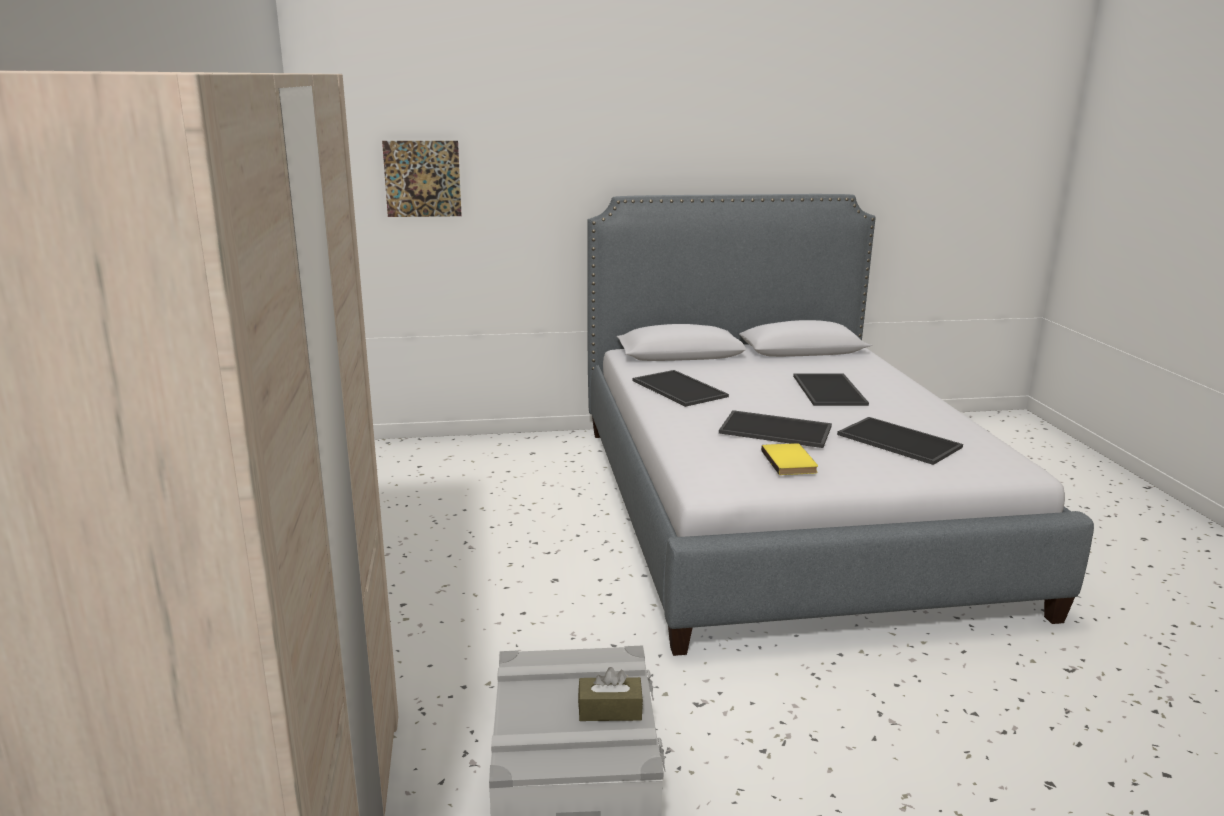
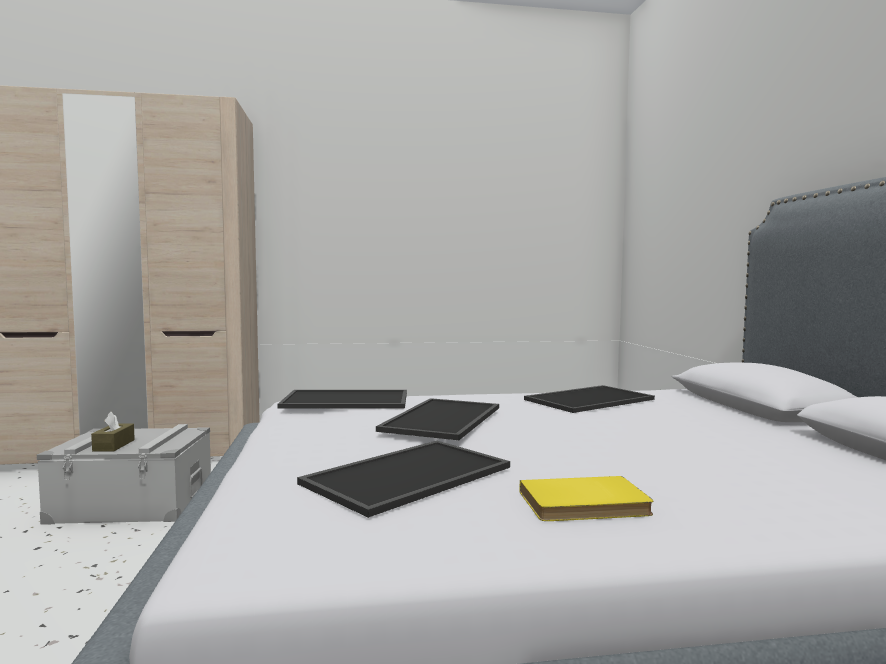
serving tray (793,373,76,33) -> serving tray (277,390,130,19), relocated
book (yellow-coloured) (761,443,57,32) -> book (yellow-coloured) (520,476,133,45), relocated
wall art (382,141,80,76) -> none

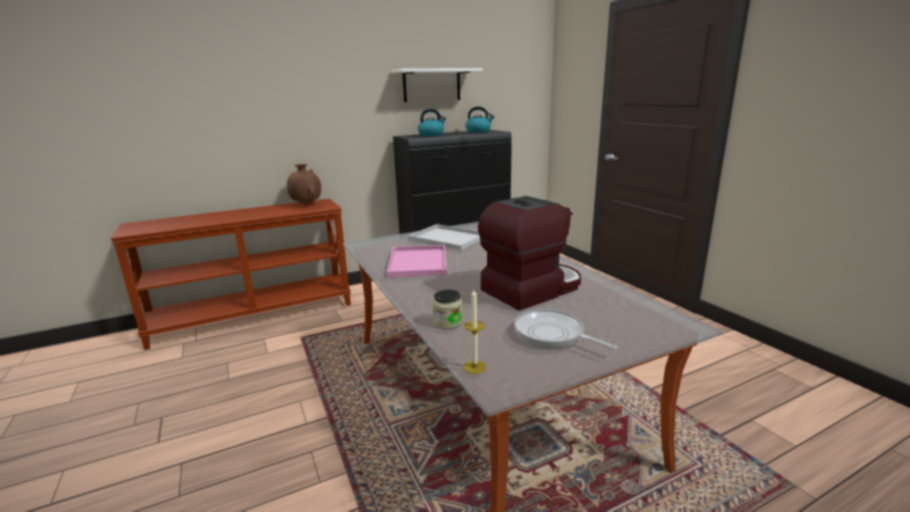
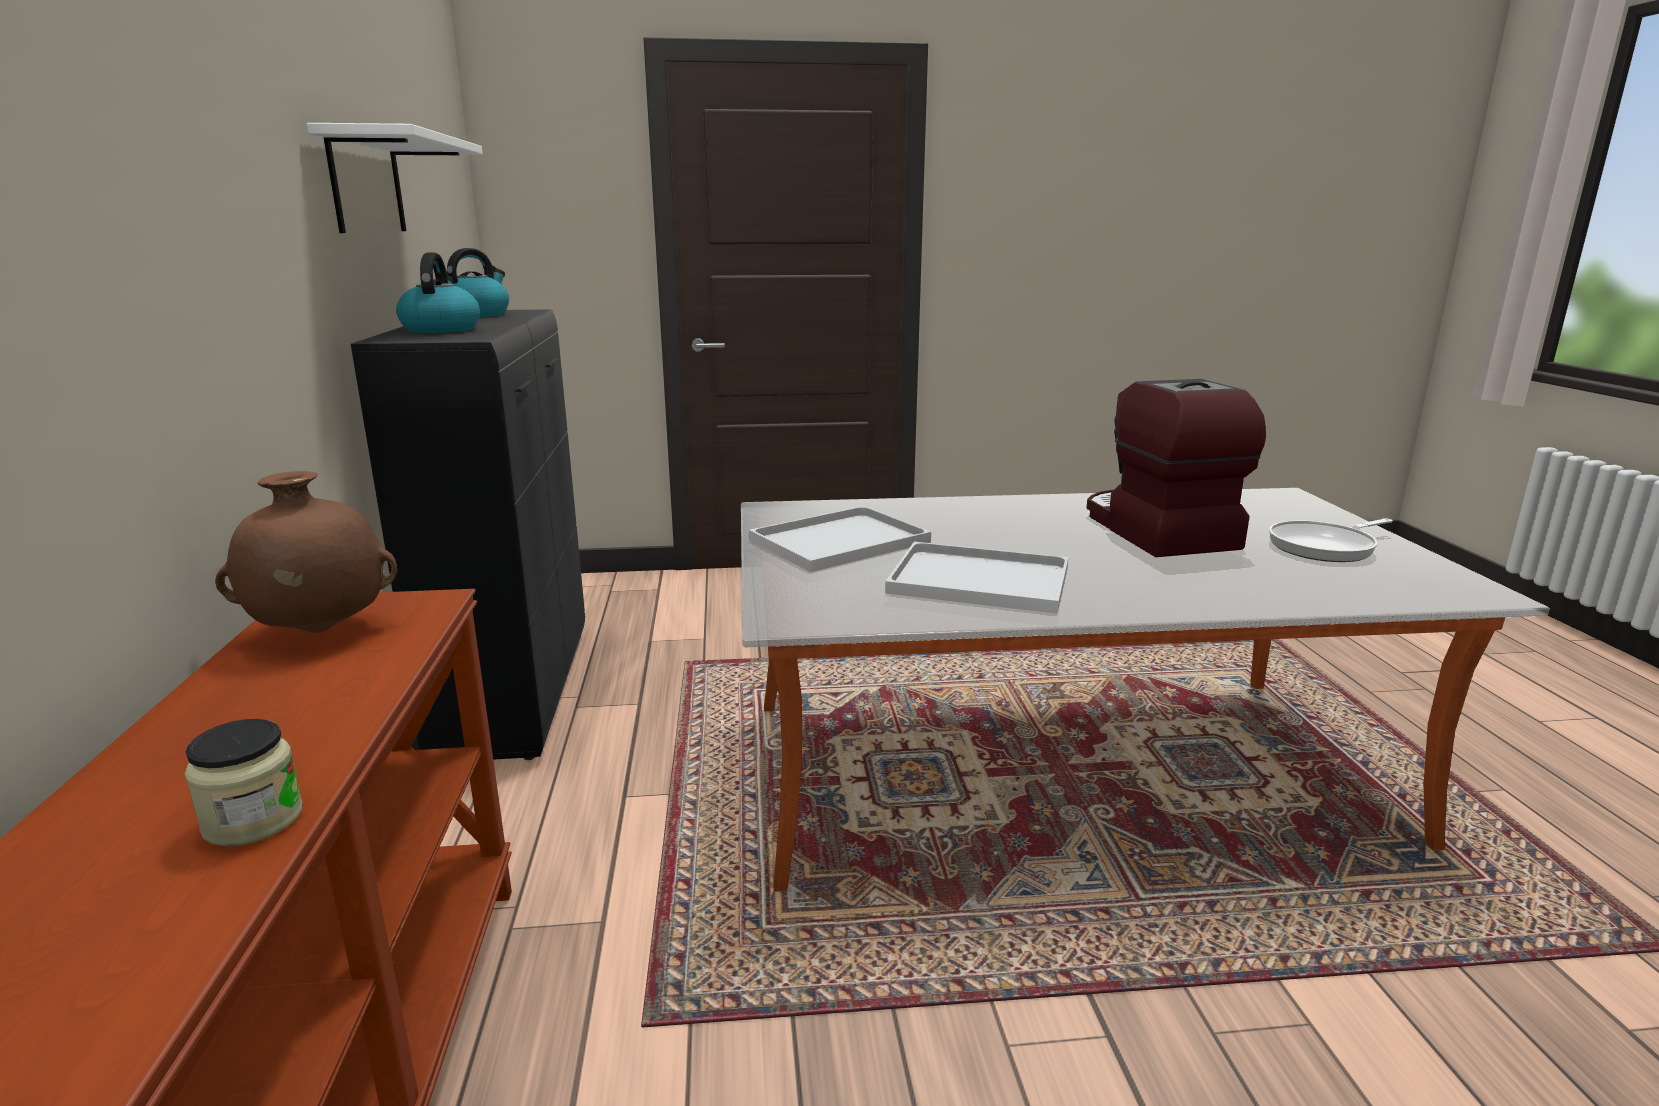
storage jar (433,289,30,40) -> storage jar (185,719,118,127), relocated
serving tray (pink) (387,245,60,32) -> serving tray (whitish) (885,542,184,72)
candle (464,290,22,84) -> none

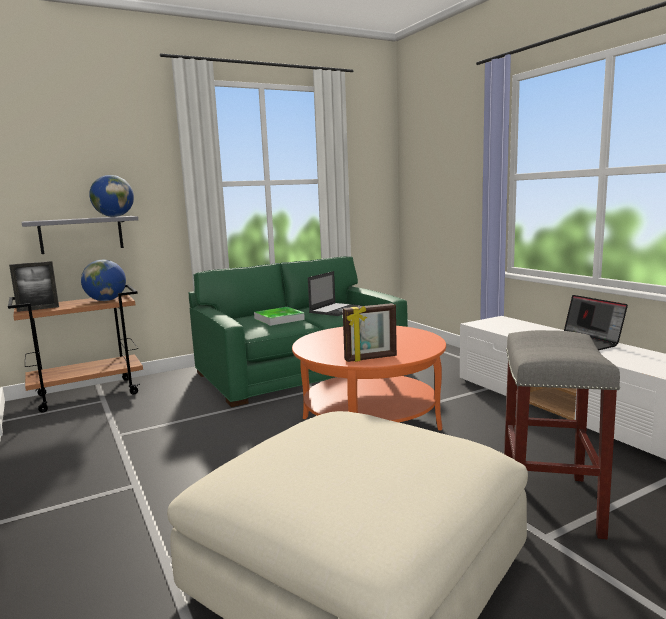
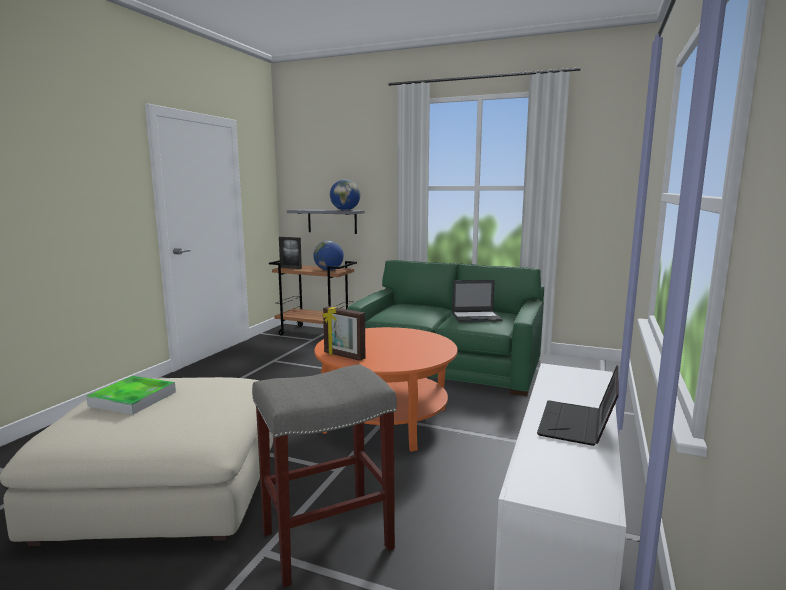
serving tray (254,307,51,19) -> serving tray (86,376,90,39), relocated

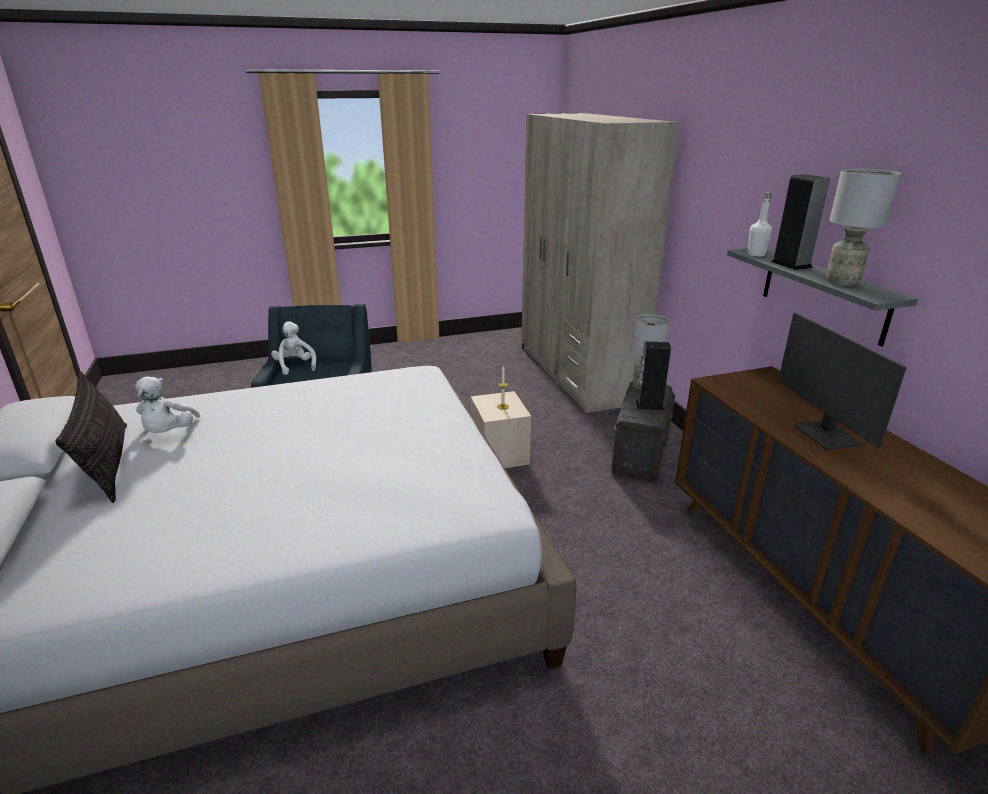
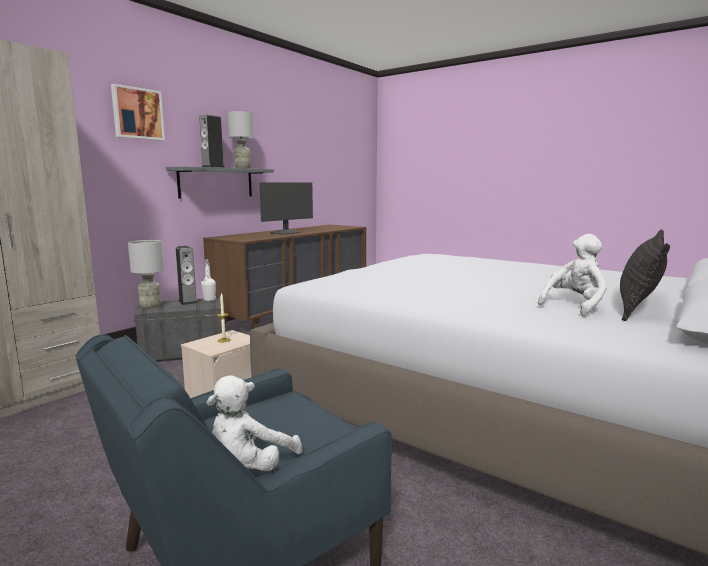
none -> wall art (111,84,54,57)
drink bottle (whitish) (748,192,25,65) -> drink bottle (whitish) (201,259,15,42), relocated

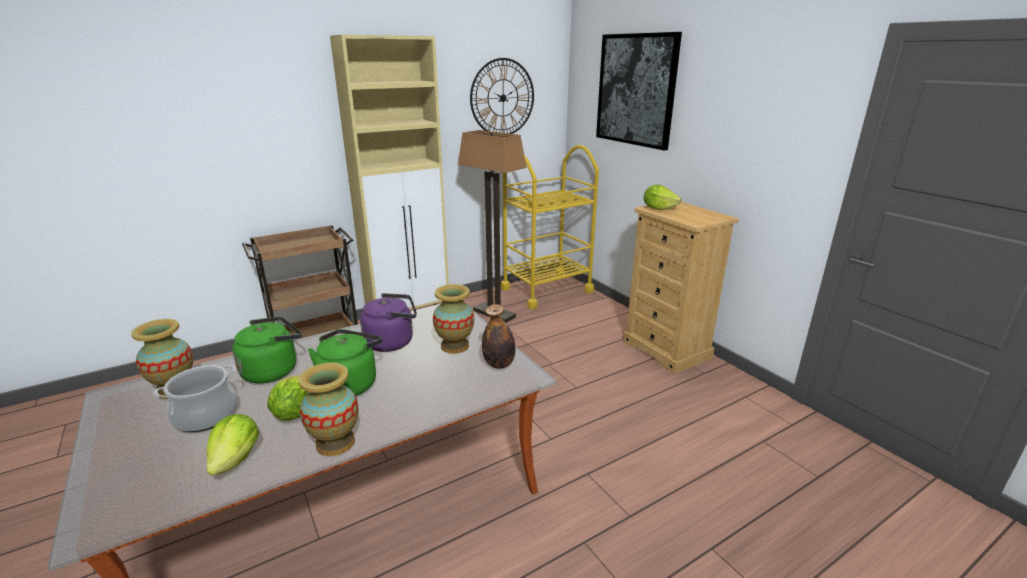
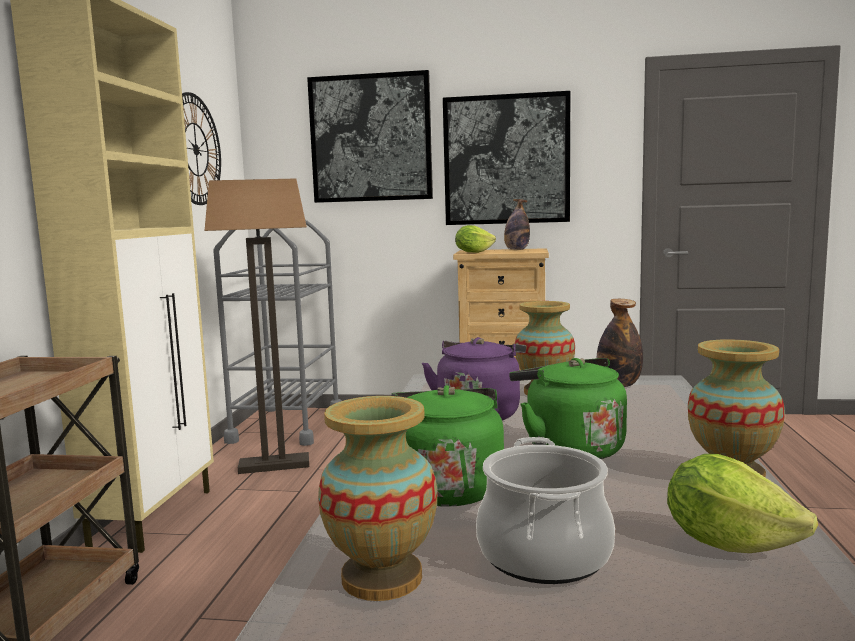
cart (yellow-coloured) (501,145,98,164) -> cart (greyish) (213,220,129,226)
none -> wall art (443,91,127,134)
none -> drink bottle (504,199,26,51)
lettuce (268,375,41,46) -> none

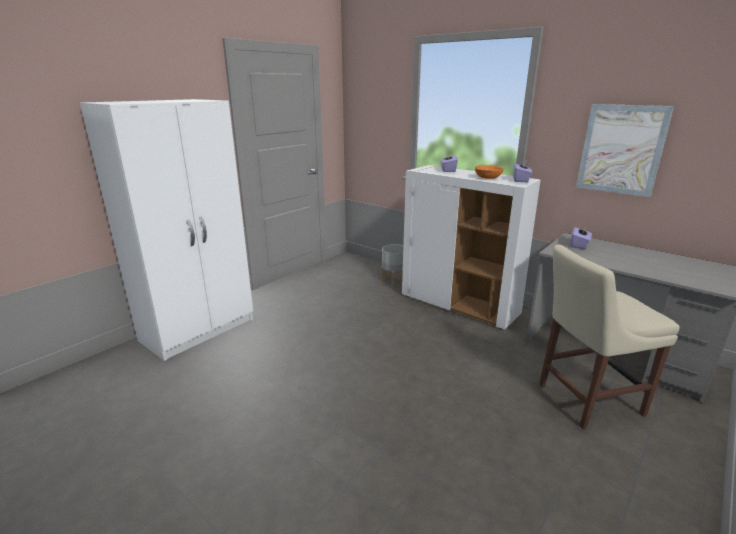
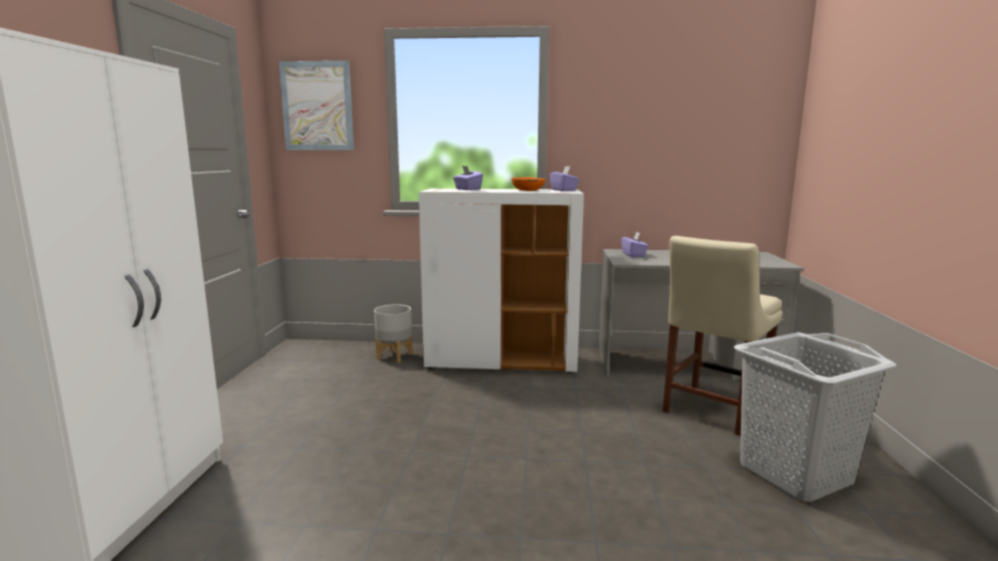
wall art (576,104,98,93) -> wall art (279,61,75,89), relocated
none -> hamper (greyish) (734,332,163,170)

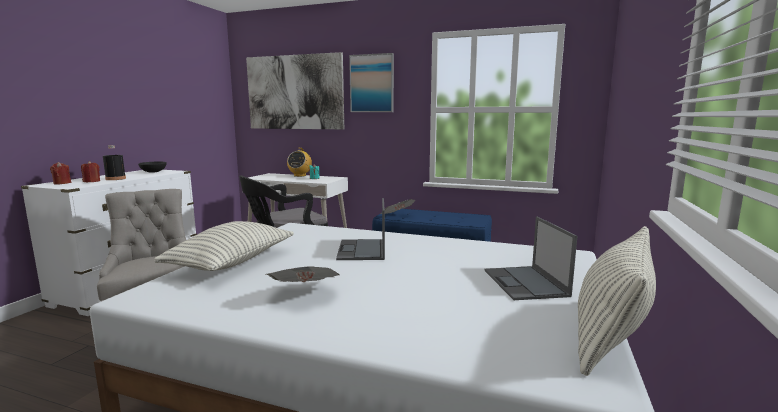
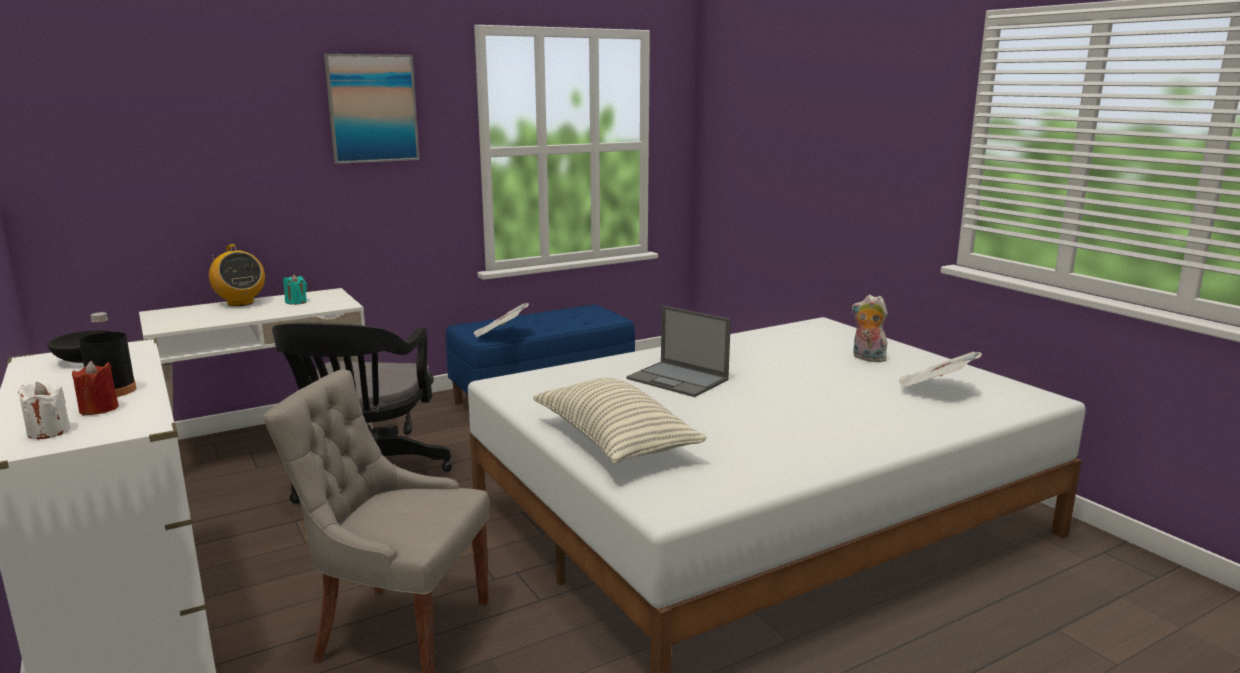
candle (red) (50,162,21,22) -> candle (whitish) (18,382,52,57)
notebook computer (485,216,92,84) -> soft toy (852,295,36,67)
printed paper (266,266,74,16) -> printed paper (899,352,83,36), relocated
wall art (246,52,98,77) -> none
pillow (578,226,78,150) -> none

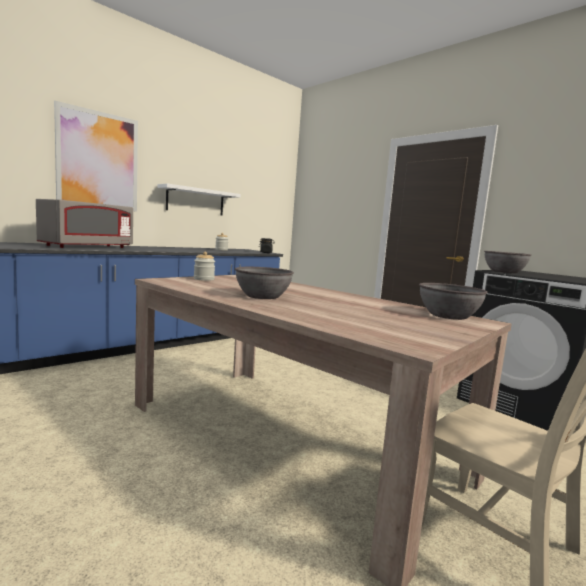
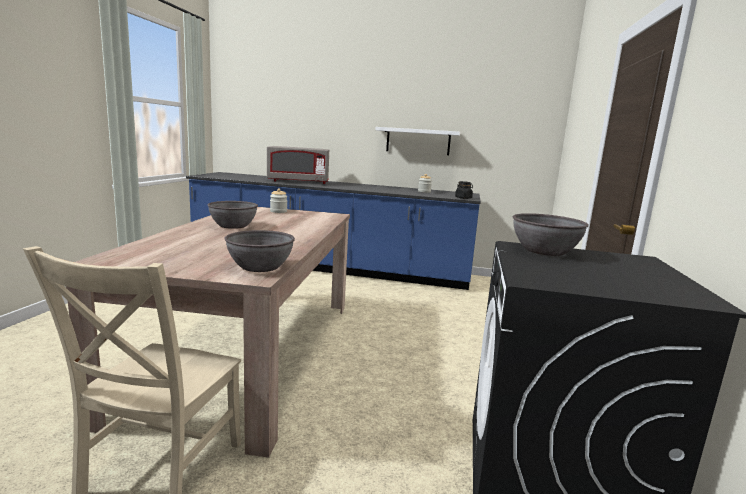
wall art (54,101,84,111) -> none

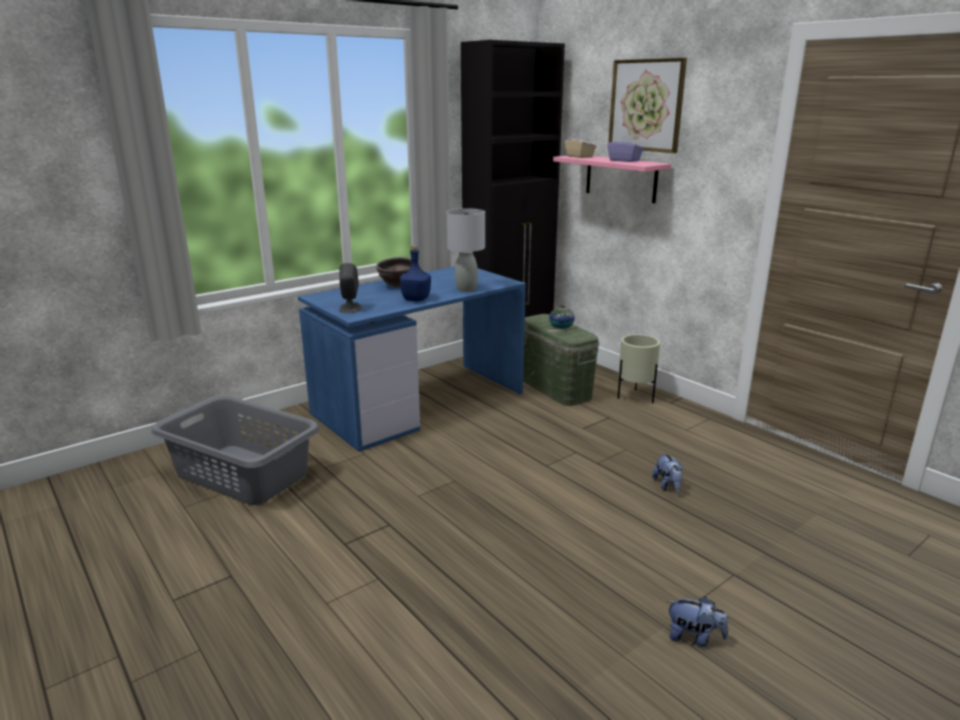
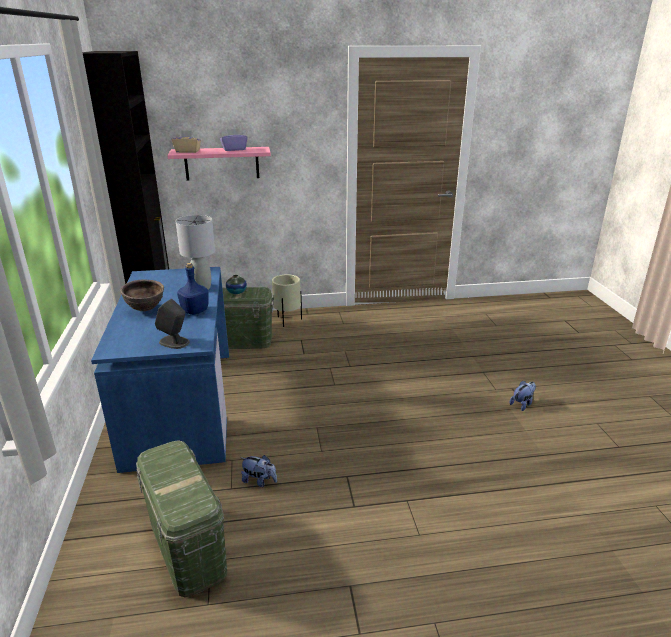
hamper (greyish) (151,395,169,110) -> storage container (green) (136,440,91,157)
soft toy (652,452,31,41) -> soft toy (240,455,37,32), relocated
wall art (608,58,79,95) -> none

